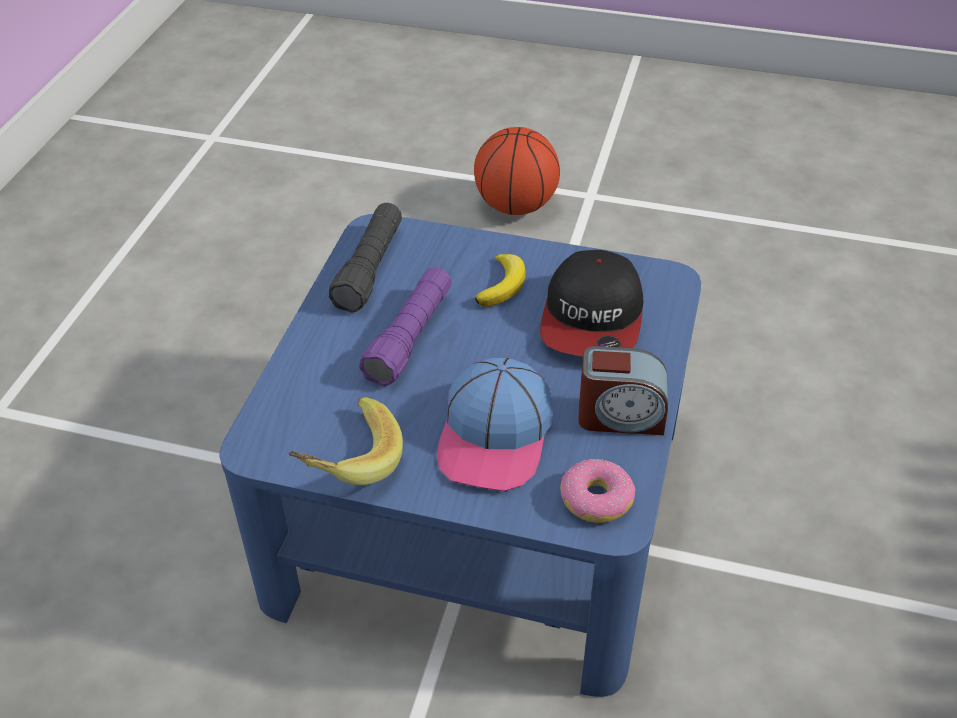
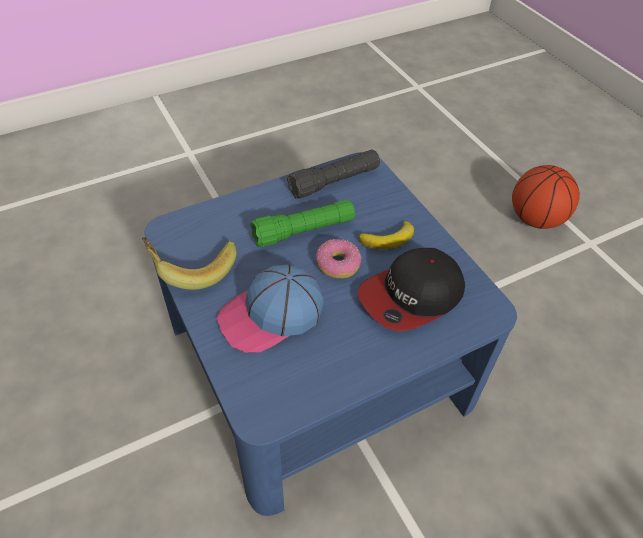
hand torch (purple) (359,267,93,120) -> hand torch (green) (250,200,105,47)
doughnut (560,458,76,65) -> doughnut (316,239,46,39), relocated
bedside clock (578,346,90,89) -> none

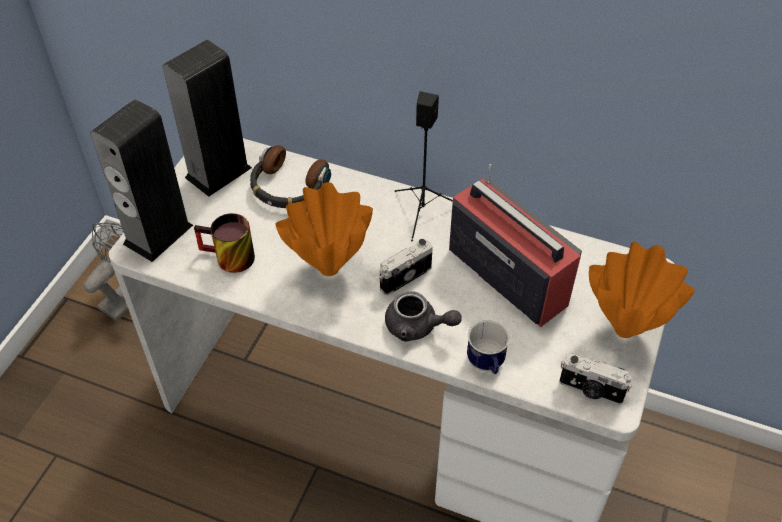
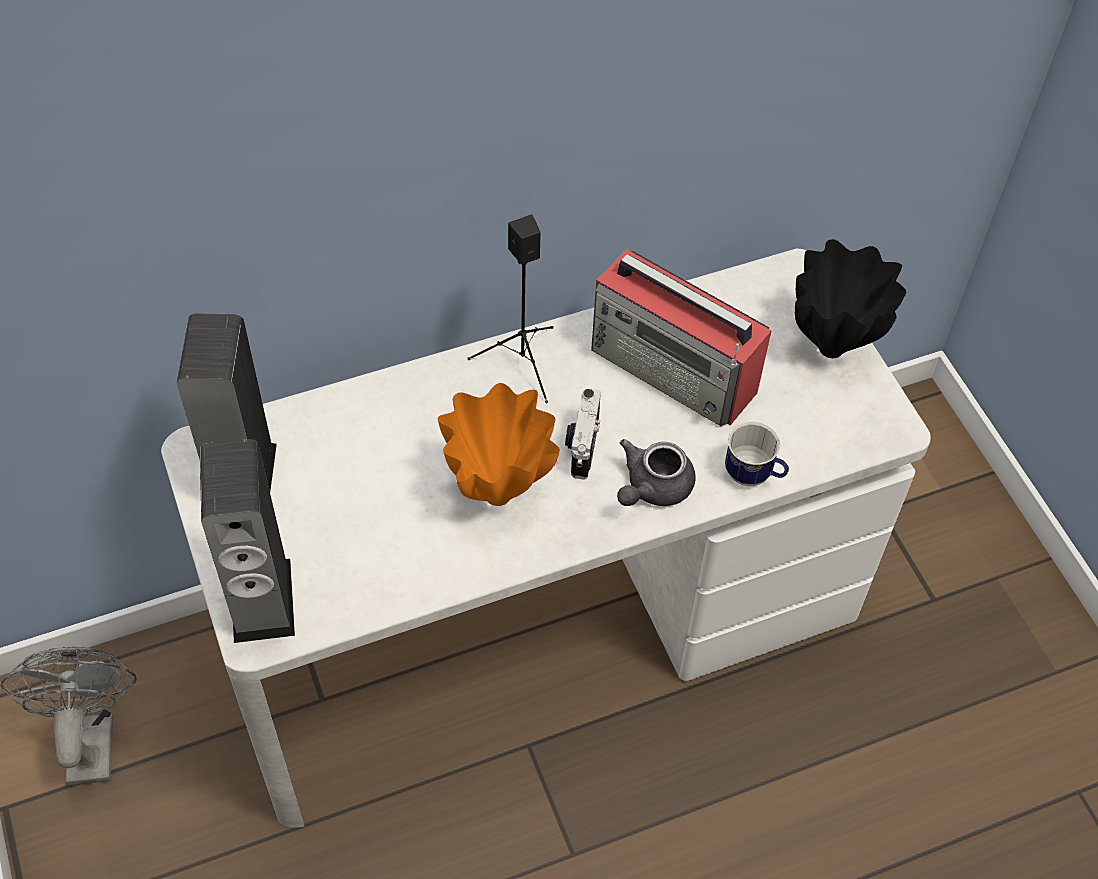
radio set (449,164,133,163) -> radio set (591,249,180,177), 150 degrees counterclockwise
teapot (greyish) (385,291,77,51) -> teapot (greyish) (617,439,79,67), 150 degrees clockwise
flower vase (orange-coloured) (589,242,106,96) -> flower vase (blackish) (795,239,111,119)
mug (194,213,61,60) -> none
pair of headphones (250,145,81,63) -> none
photo camera (559,353,73,52) -> none

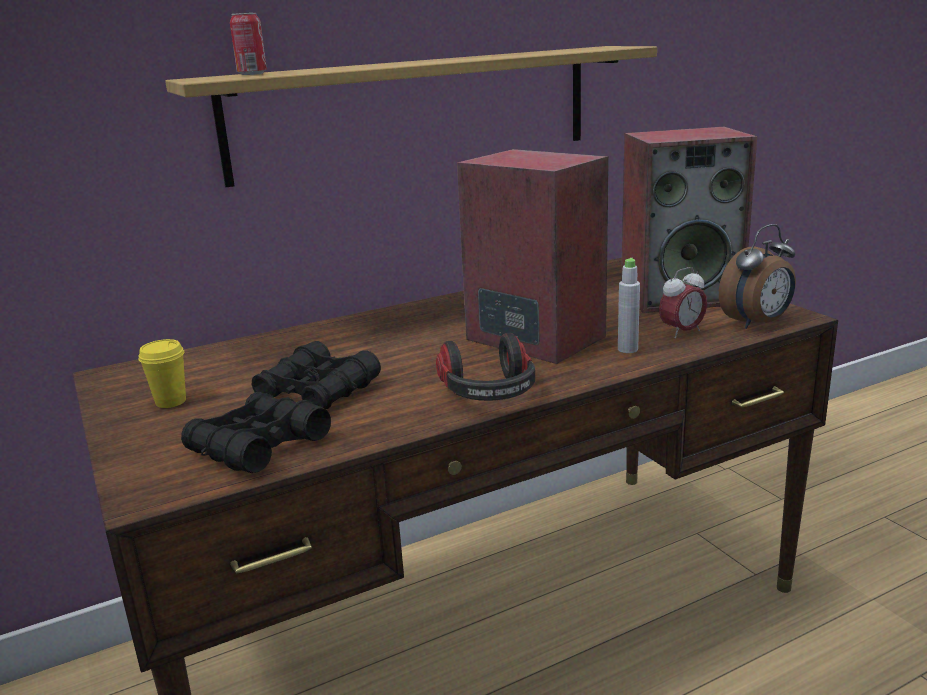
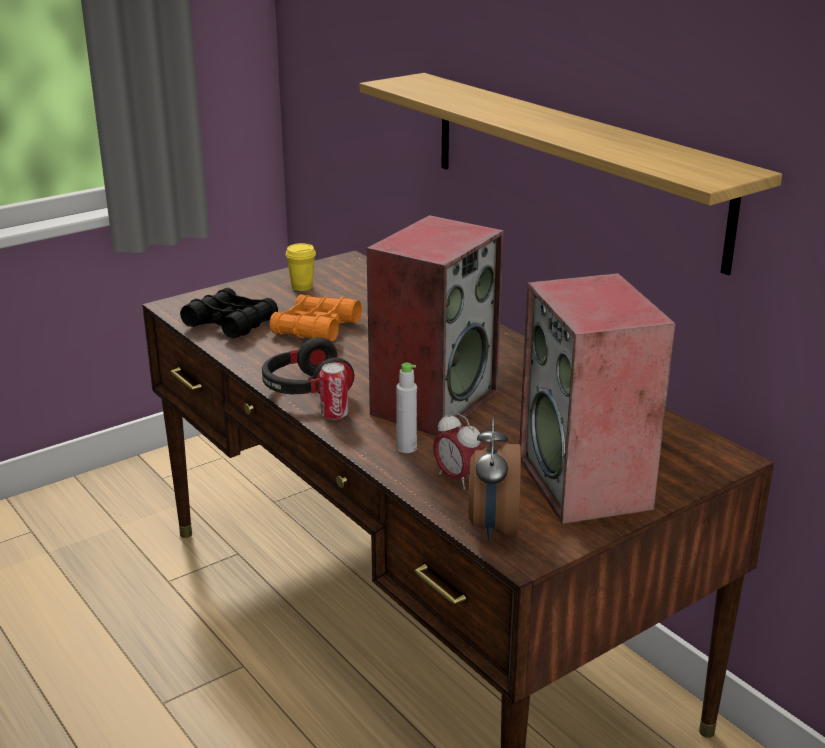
field glasses (blackish) (252,341,129,68) -> field glasses (orange-coloured) (270,294,92,47)
sealed can (230,13,37,62) -> sealed can (319,363,30,57), relocated
bedside clock (719,224,77,105) -> bedside clock (468,417,53,124), 45 degrees clockwise

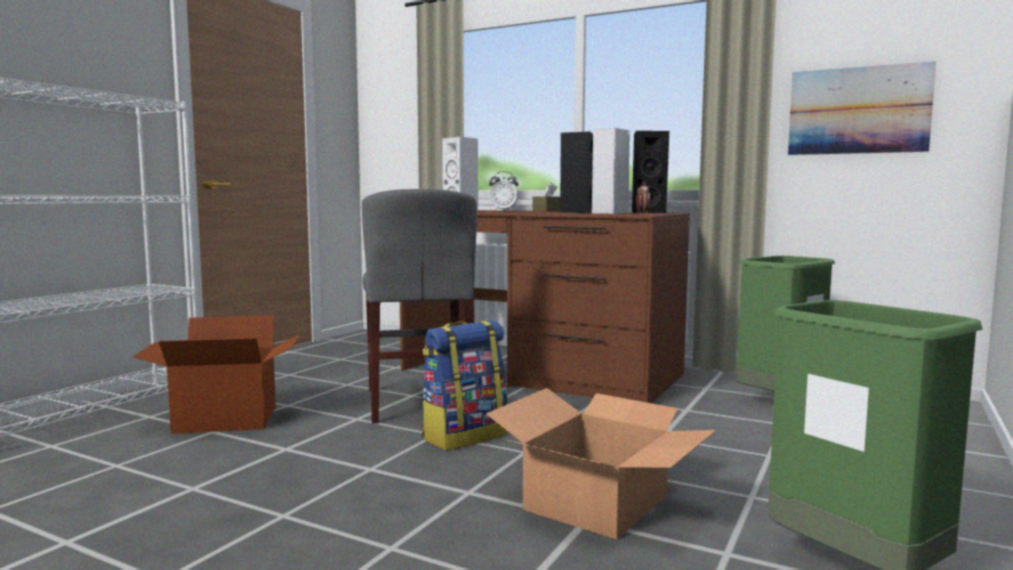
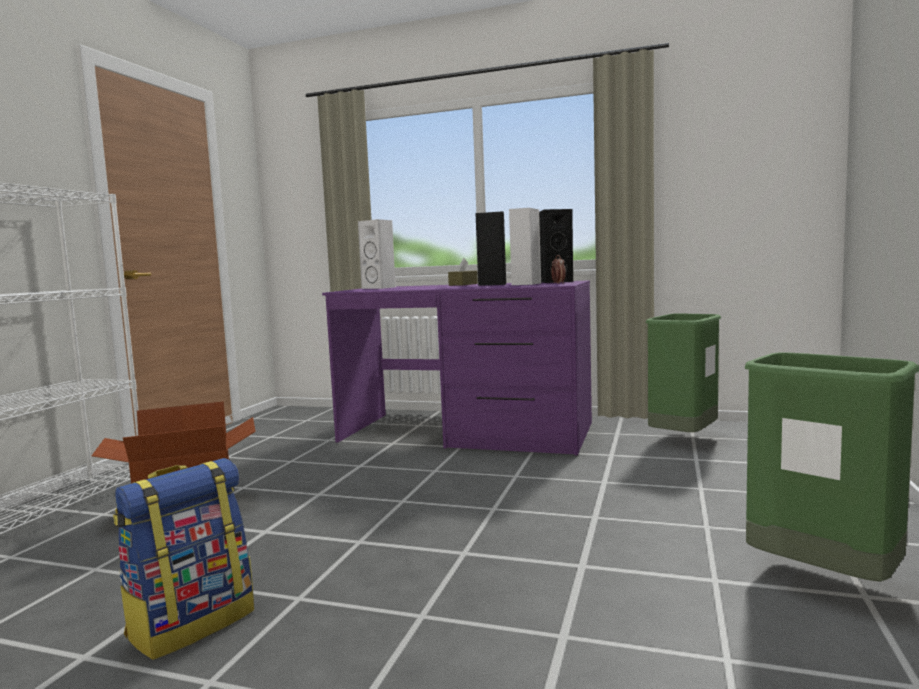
backpack (422,320,86,130) -> backpack (113,458,141,202), relocated
desk (brown) (400,210,290,193) -> desk (purple) (322,280,270,176)
plain chair (greyish) (362,189,115,235) -> none
cardboard box (486,388,230,151) -> none
bedside clock (489,171,30,40) -> none
wall art (788,61,148,94) -> none

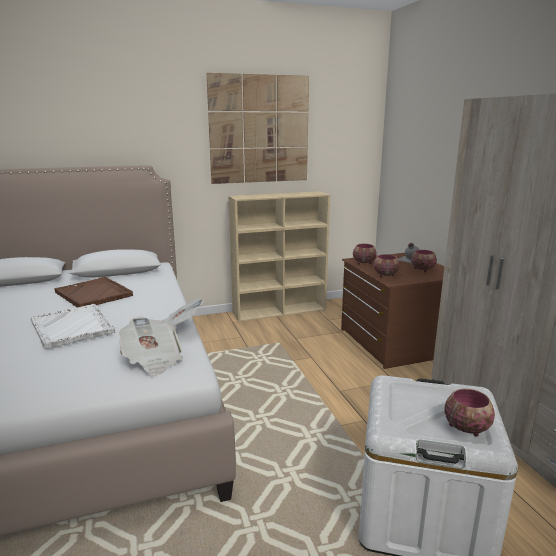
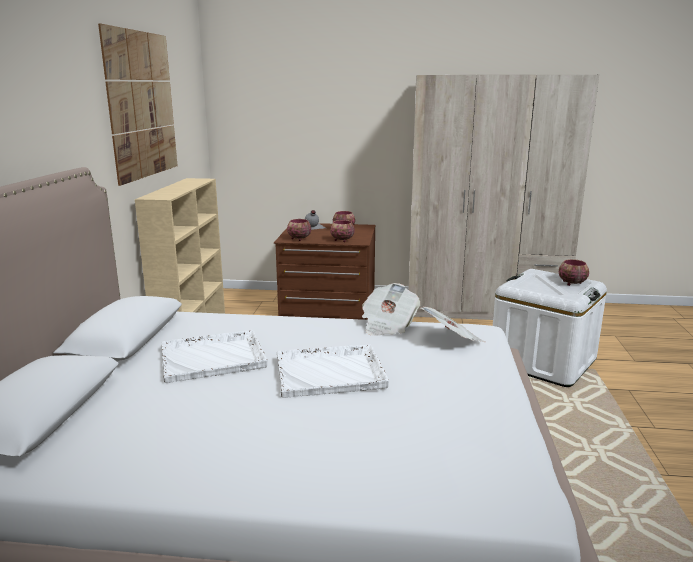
serving tray (brown) (55,277,78,31) -> serving tray (whitish) (161,330,106,53)

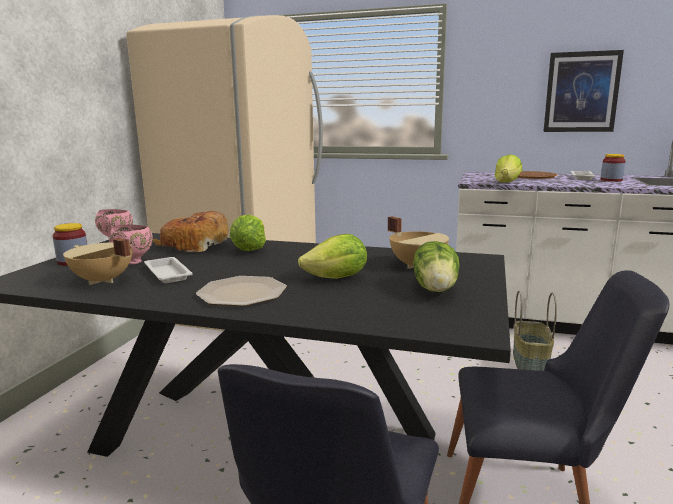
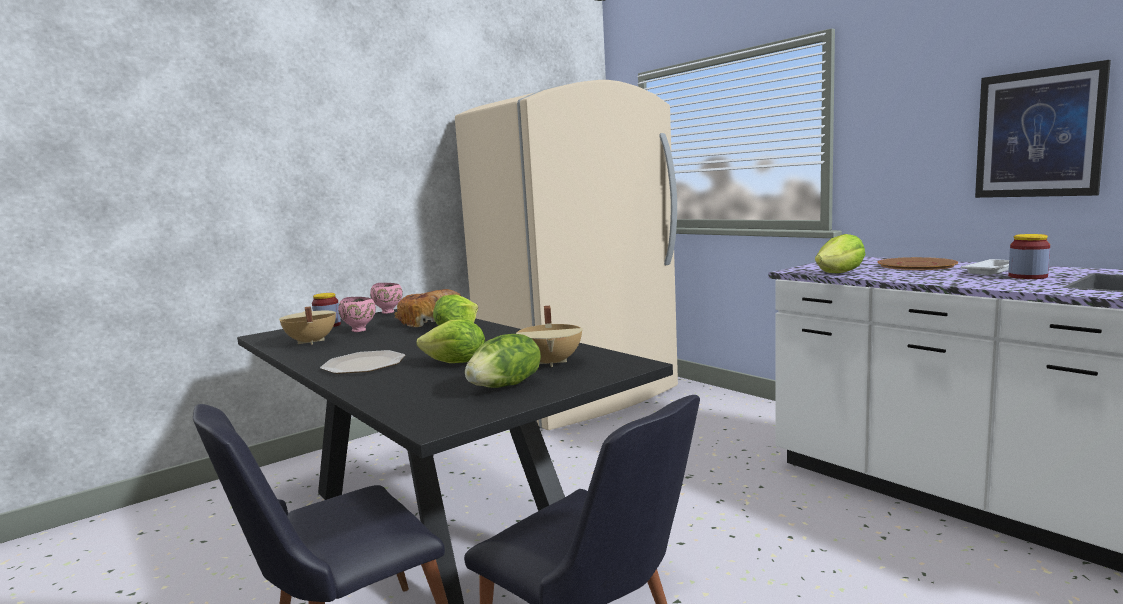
serving tray (whitish) (144,257,49,26) -> none
storage basket (513,291,44,80) -> none

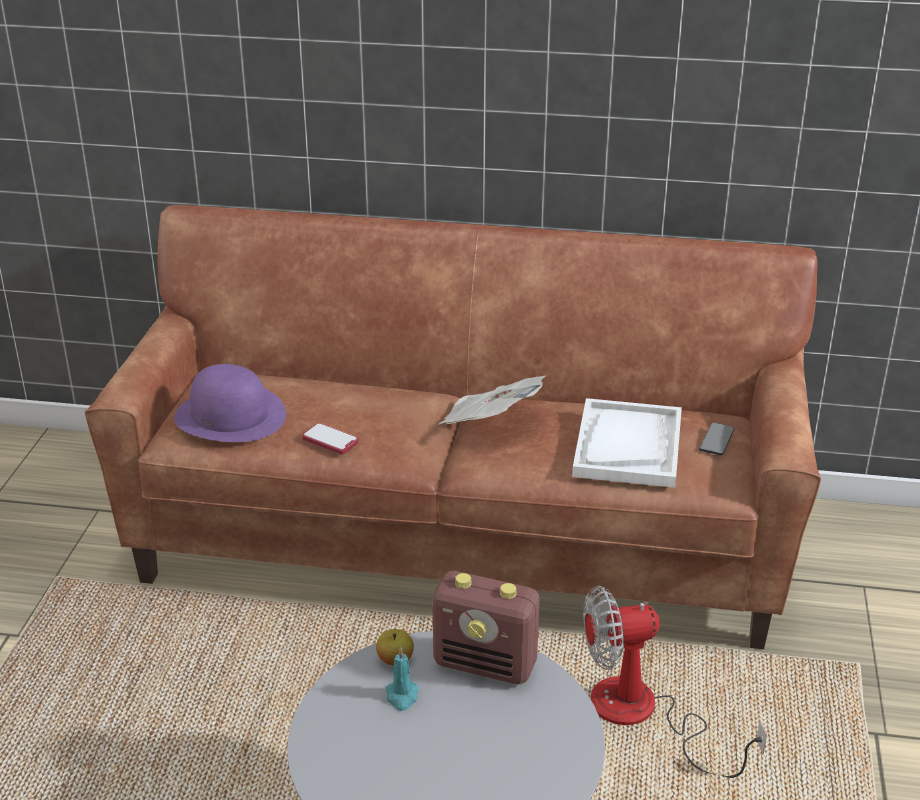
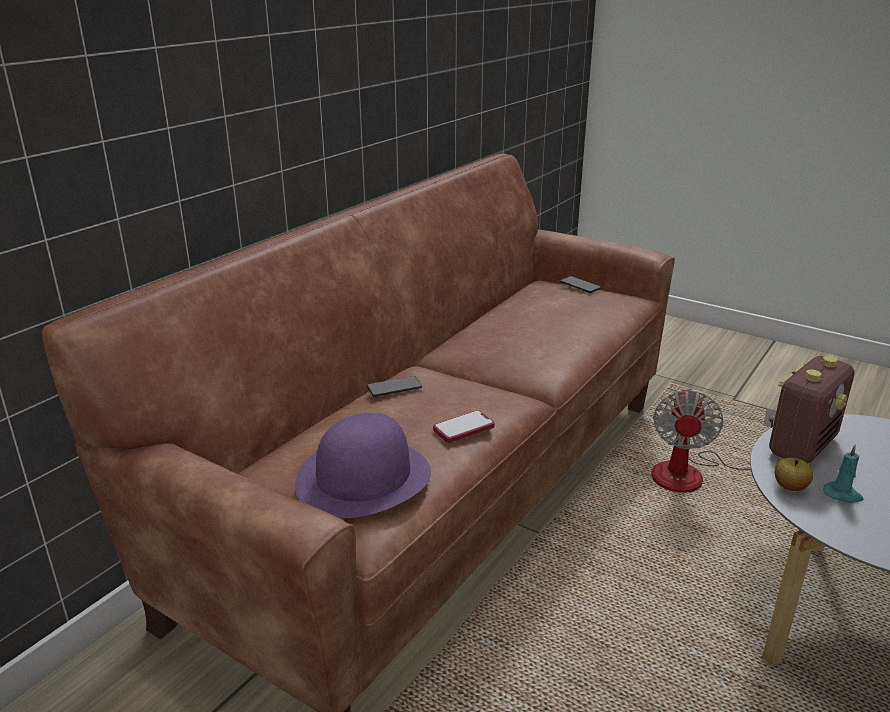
none -> handset (367,376,55,21)
printed paper (439,376,107,48) -> none
serving tray (whitish) (572,398,110,90) -> none

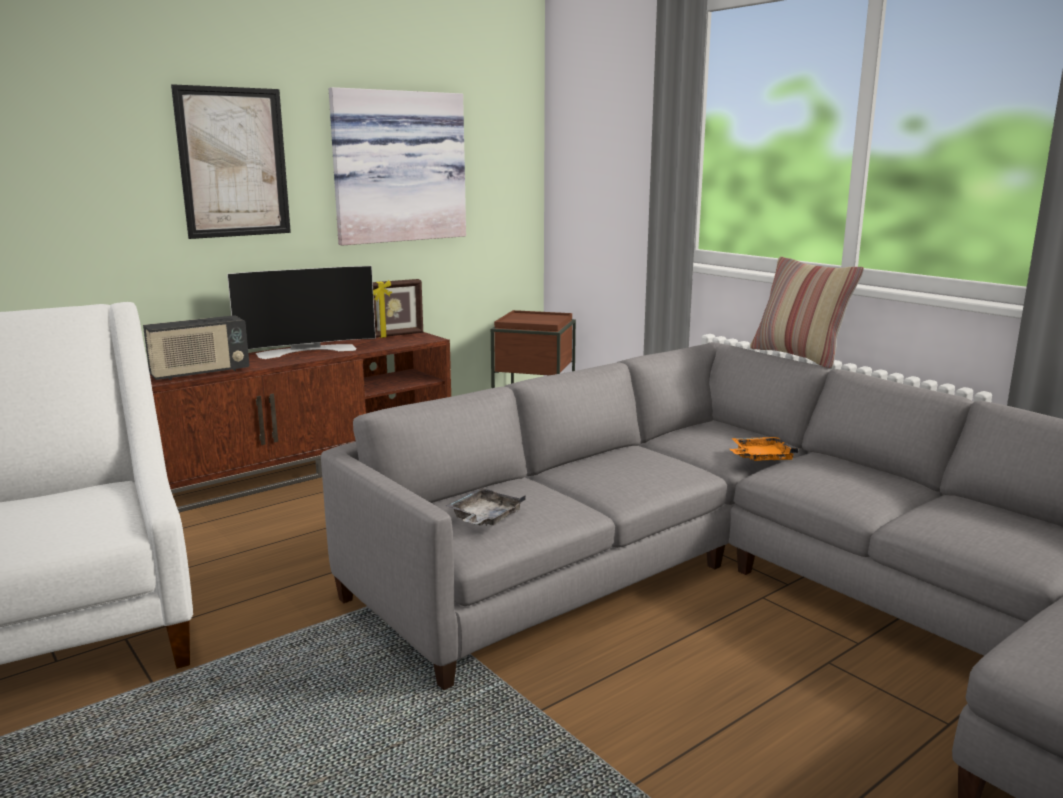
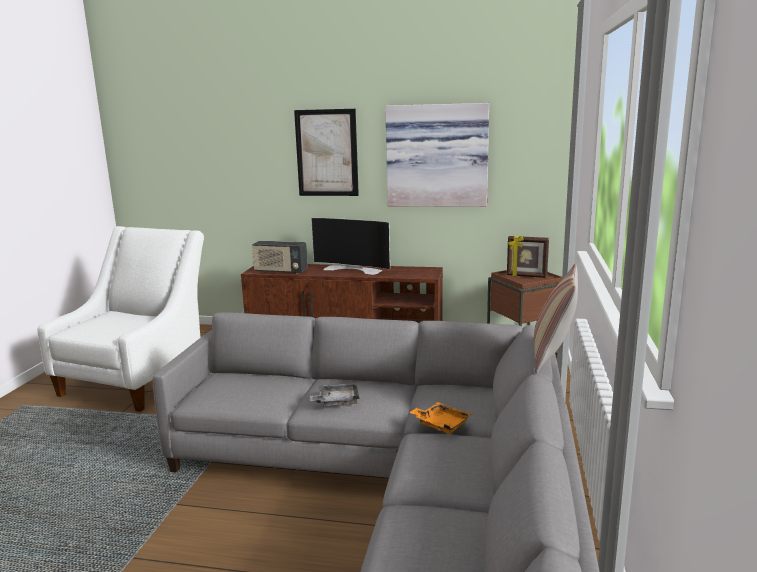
serving tray (greyish) (446,488,80,38) -> serving tray (greyish) (310,383,50,23), relocated
standing frame (373,279,50,59) -> standing frame (507,236,42,42), relocated

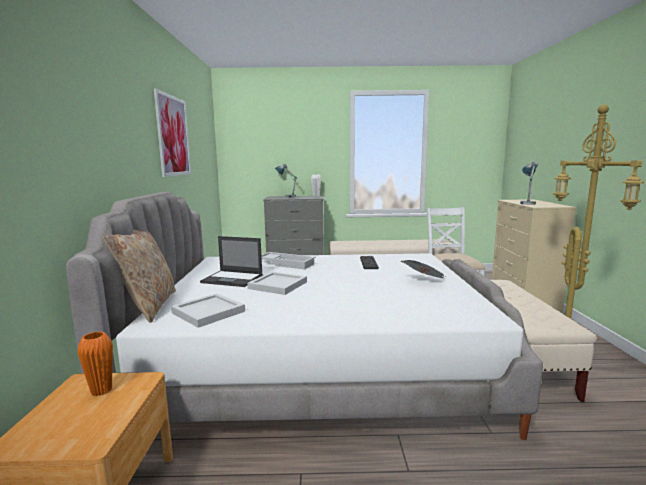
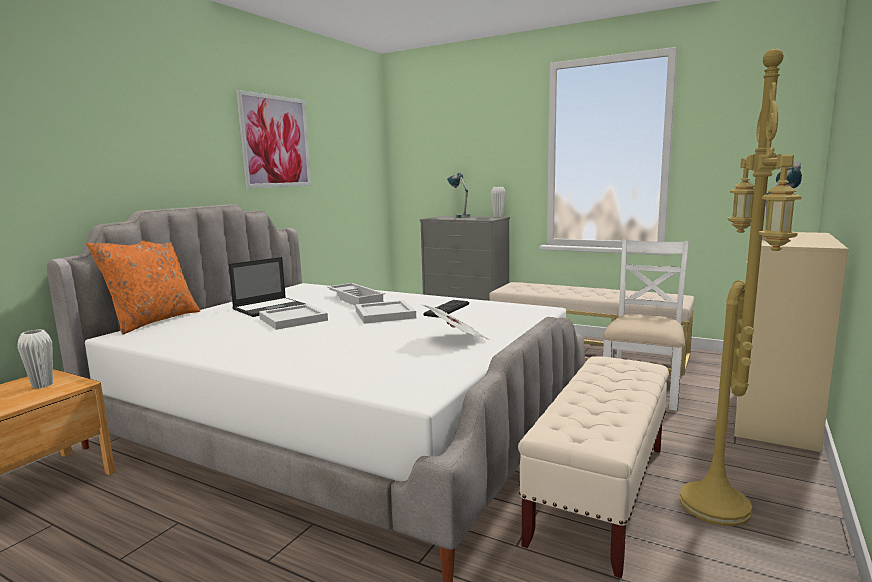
flower vase (orange-coloured) (77,331,36,65) -> flower vase (whitish) (17,329,36,59)
pillow (beige-coloured) (103,229,73,94) -> pillow (orange-coloured) (86,240,114,95)
notebook computer (200,236,63,51) -> notebook computer (228,257,77,60), 90 degrees counterclockwise
serving tray (whitish) (171,293,74,35) -> serving tray (whitish) (355,300,61,24), relocated

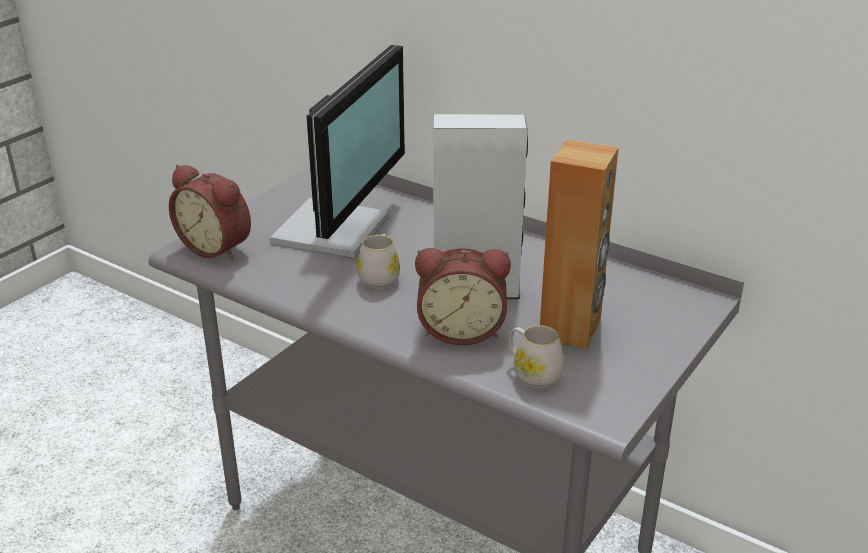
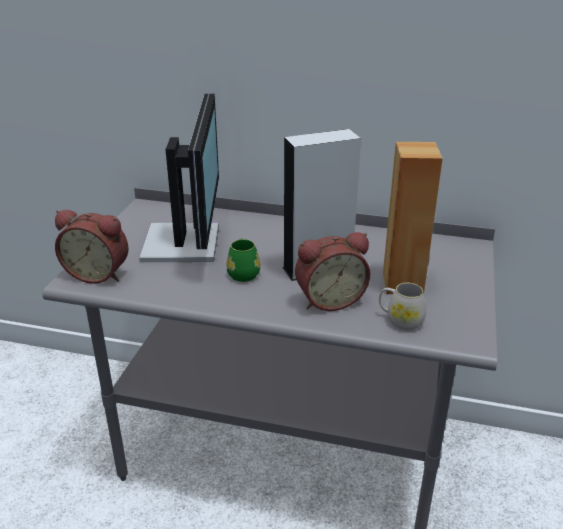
mug (whitish) (357,234,43,55) -> mug (green) (226,238,34,44)

